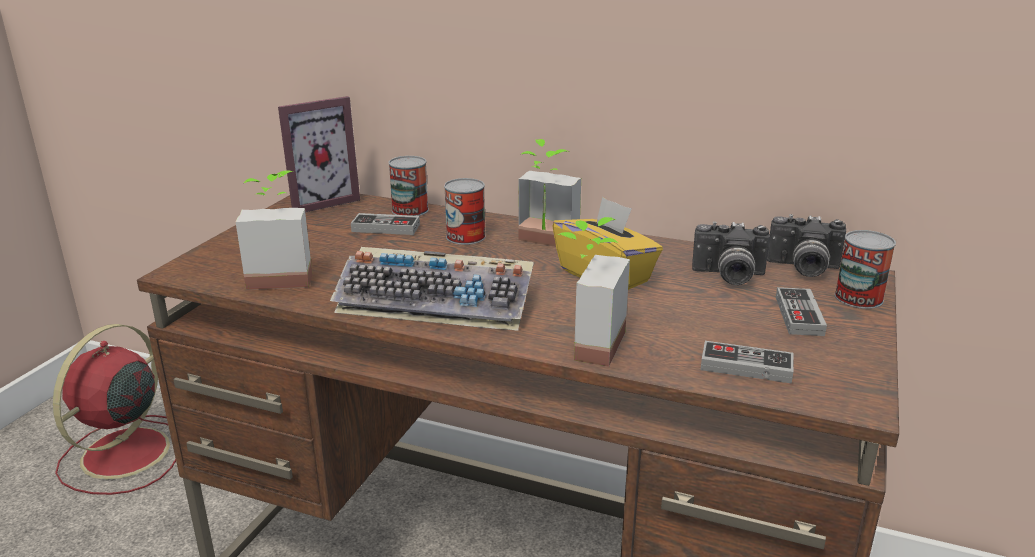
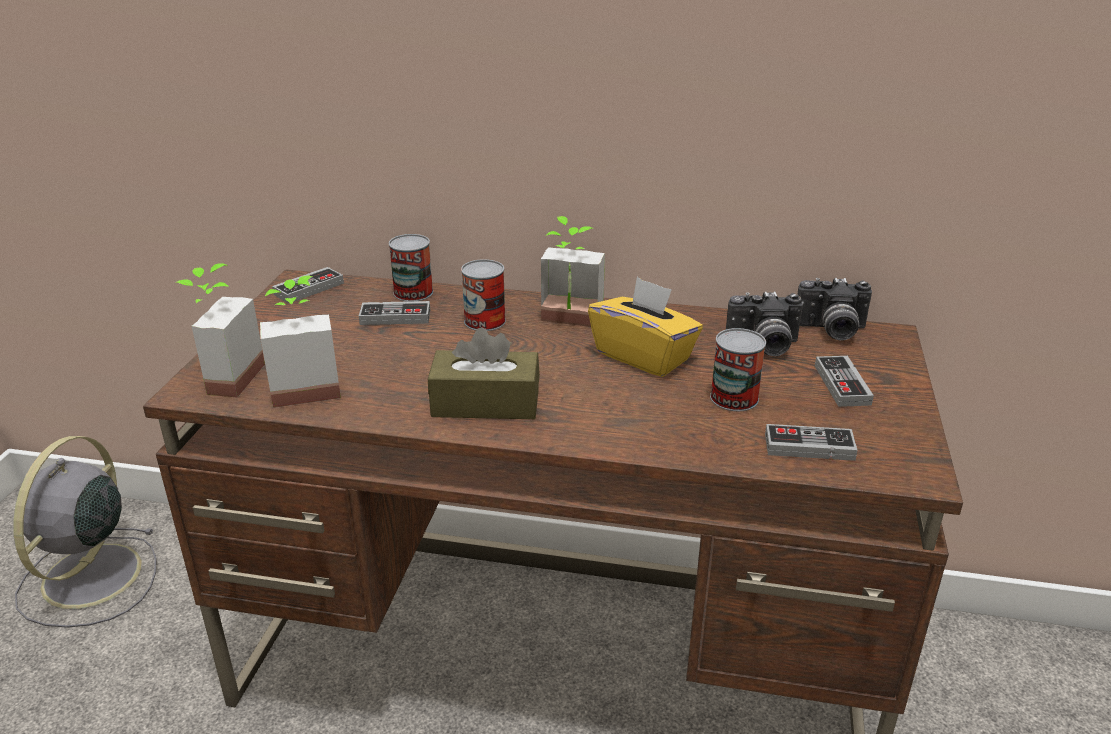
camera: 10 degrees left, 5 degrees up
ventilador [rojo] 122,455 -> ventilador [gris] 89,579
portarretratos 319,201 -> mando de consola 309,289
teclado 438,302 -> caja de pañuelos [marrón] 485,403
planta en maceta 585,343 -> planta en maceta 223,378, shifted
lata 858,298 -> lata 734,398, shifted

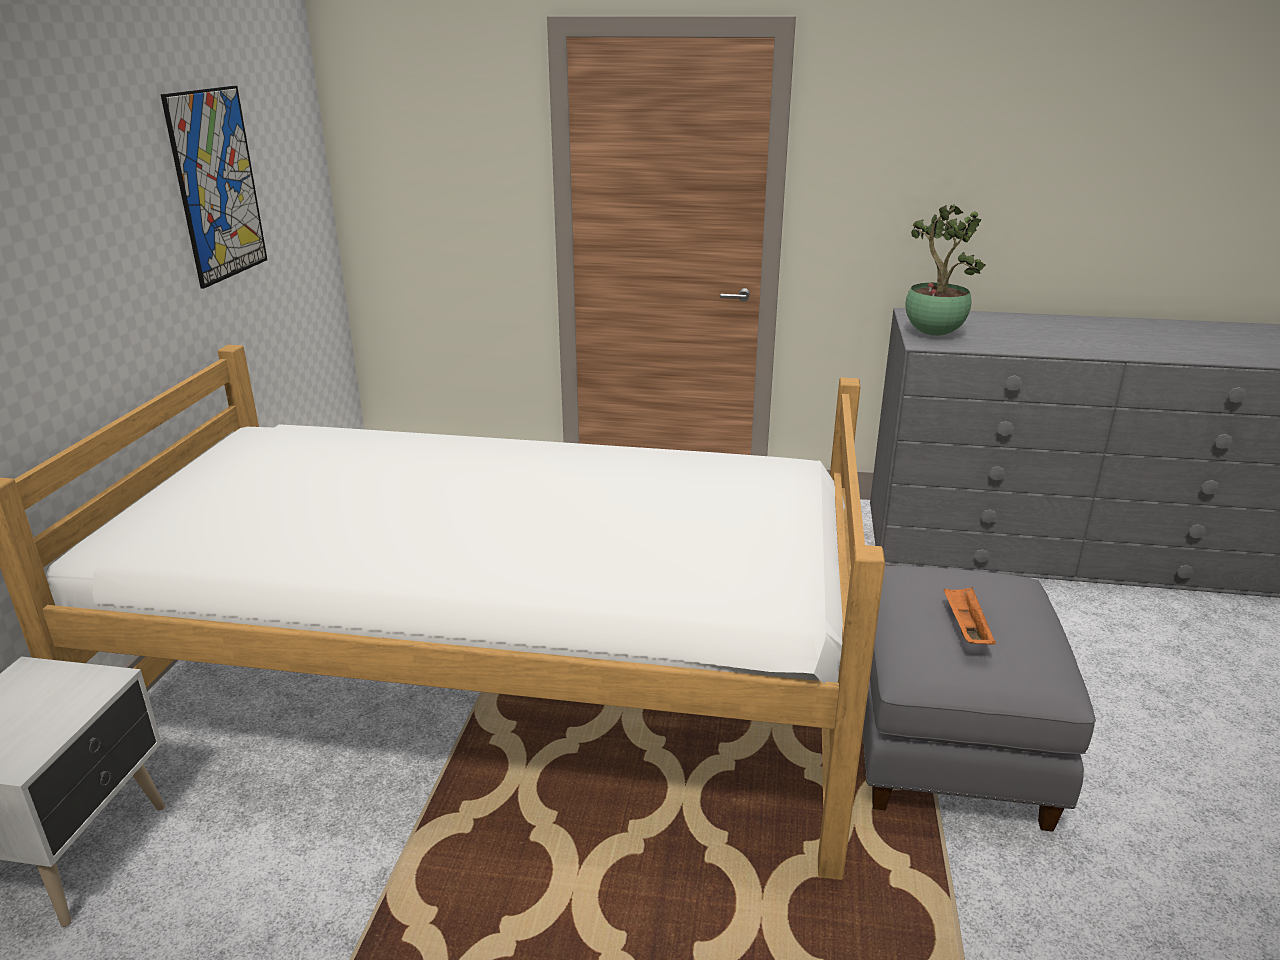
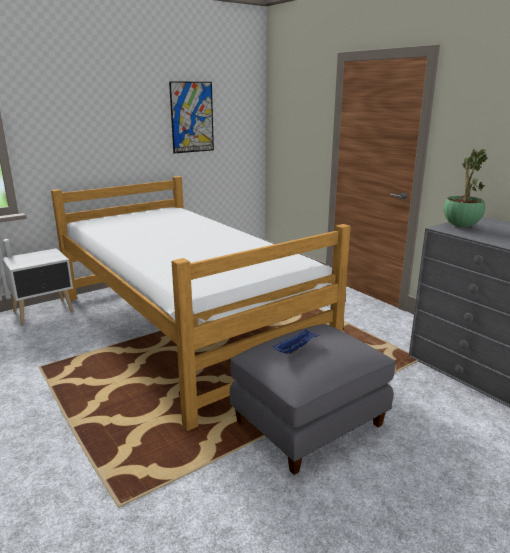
camera: 45 degrees right, 5 degrees down
bandeja [naranja] 965,628 -> bandeja [azul] 295,349

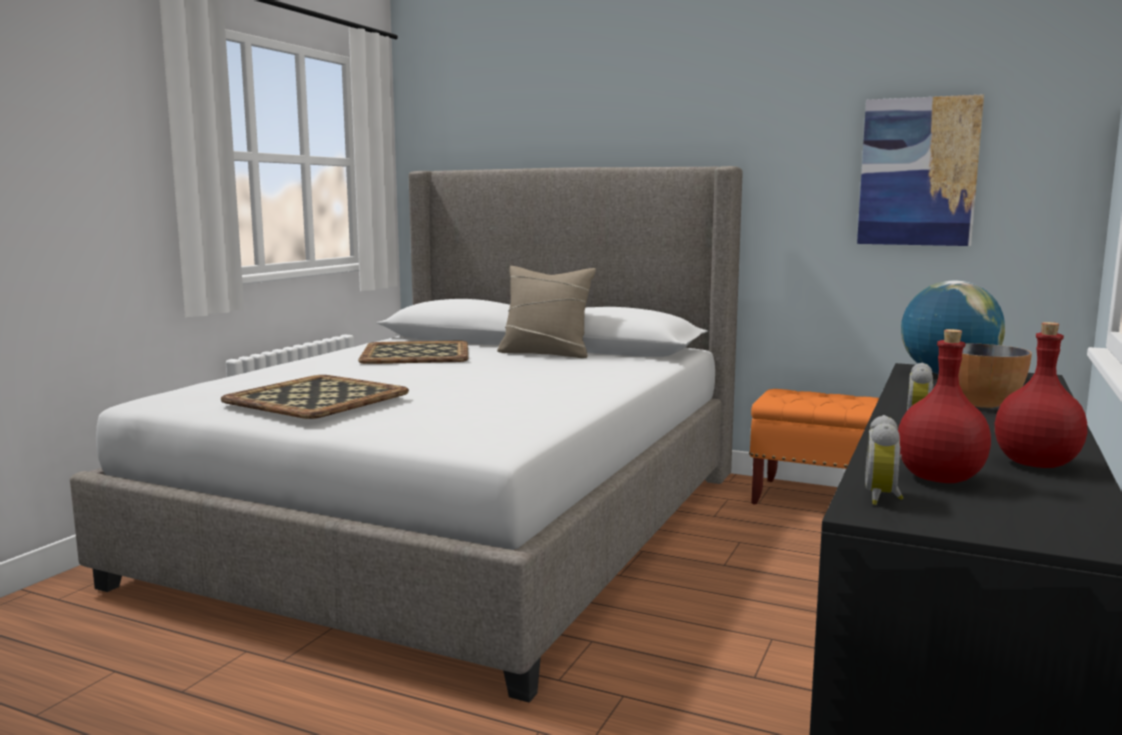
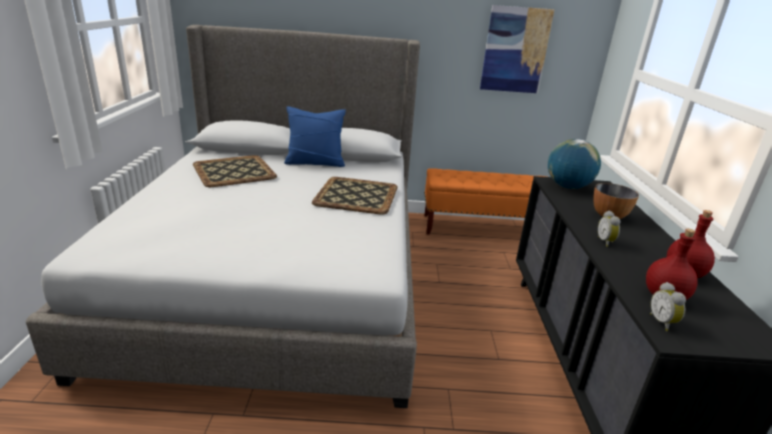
camera: 25 degrees left, 15 degrees up
bandeja 317,397 -> bandeja 356,195, shifted
cojín [beis] 546,353 -> cojín [azul] 315,162

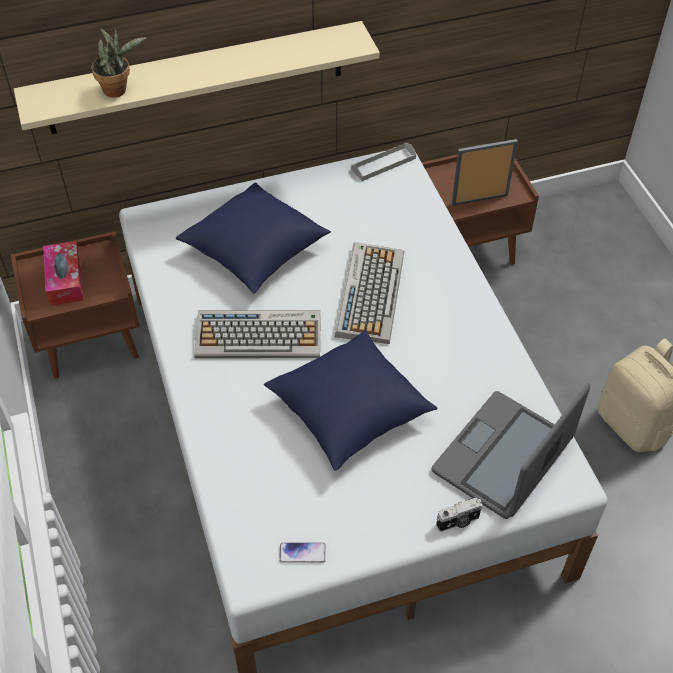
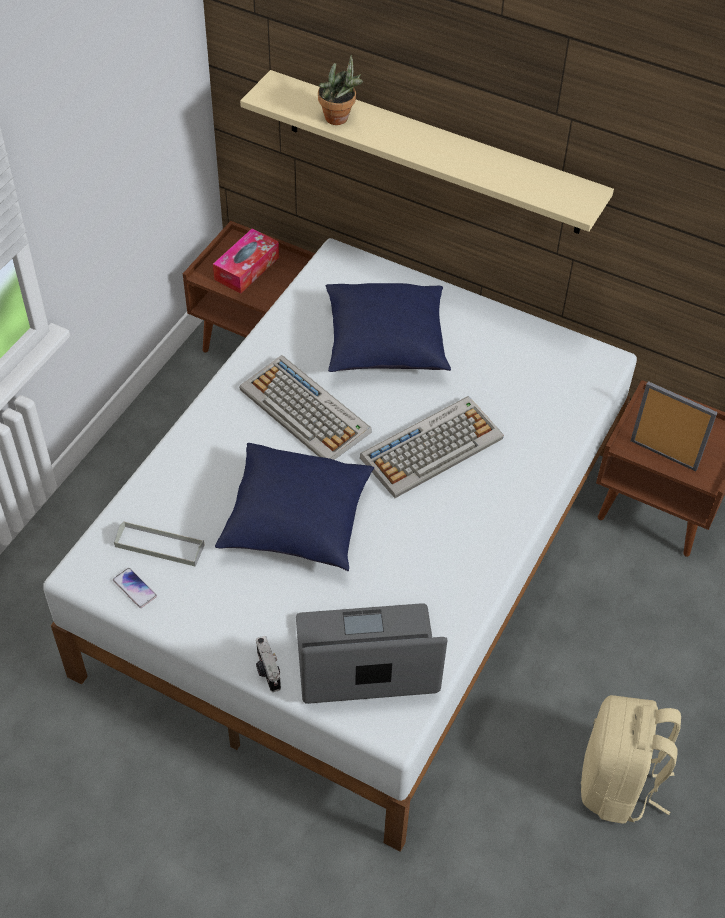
camera: 45 degrees right, 0 degrees up
bandeja [gris] 383,164 -> bandeja [gris] 159,546, shifted
cámara 458,522 -> cámara 267,671, 45 degrees clockwise

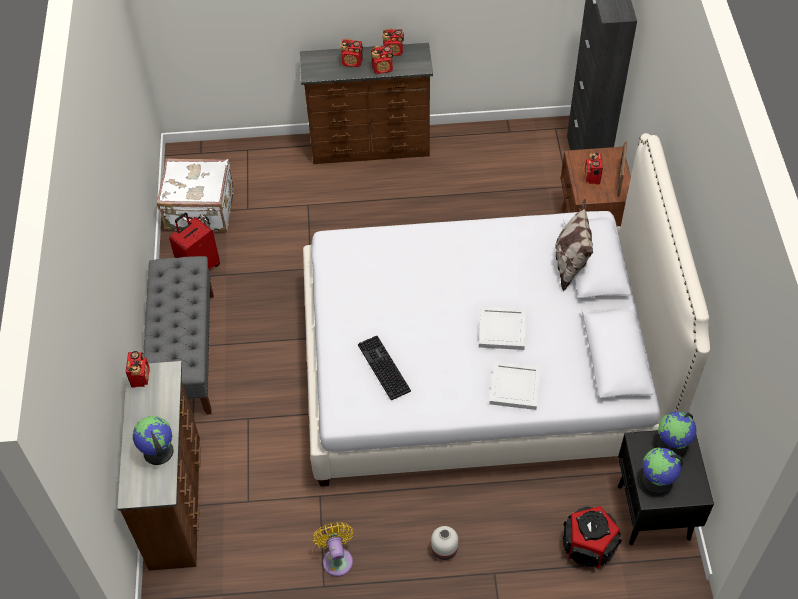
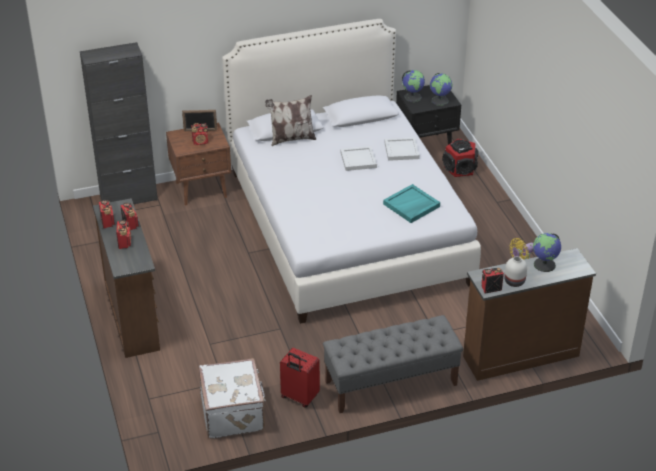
camera: 105 degrees left, 15 degrees down
teclado 382,368 -> bandeja [turquesa] 411,205
florero [blanco] 444,550 -> florero [blanco] 514,281, shifted

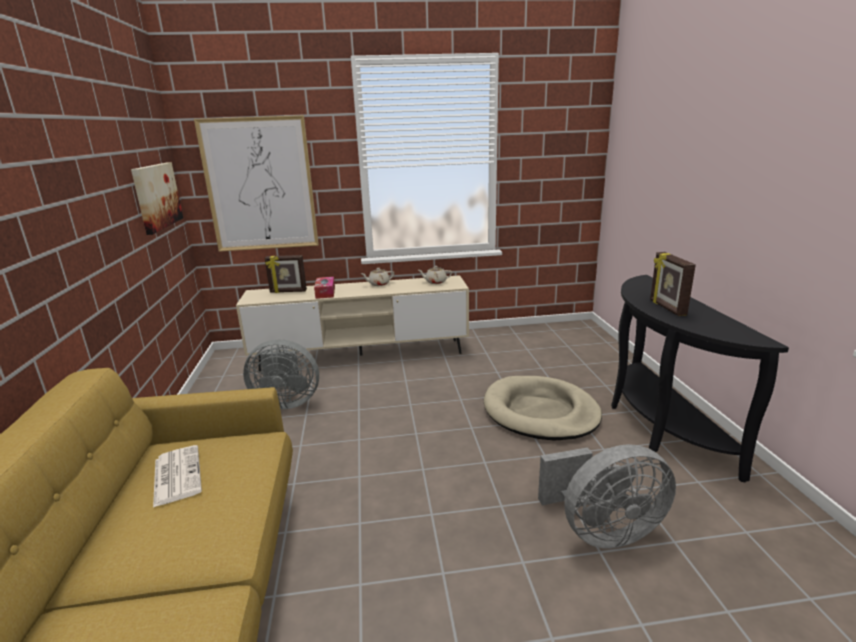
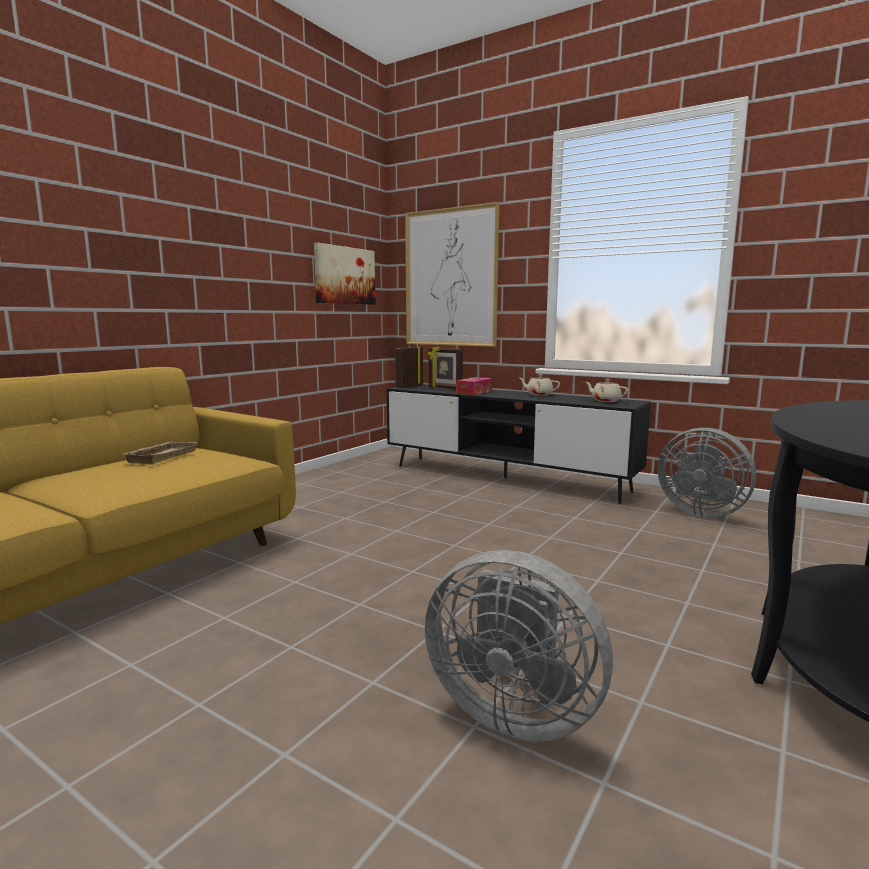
camera: 40 degrees right, 10 degrees down
periódico 176,475 -> bandeja [beis] 161,456
mueble de televisión [beis] 361,355 -> mueble de televisión [negro] 505,478
ventilador [gris] 286,402 -> ventilador [gris] 700,512, shifted
cama para perro [beis] 540,412 -> none
portarretratos 666,308 -> portarretratos 409,386, shifted

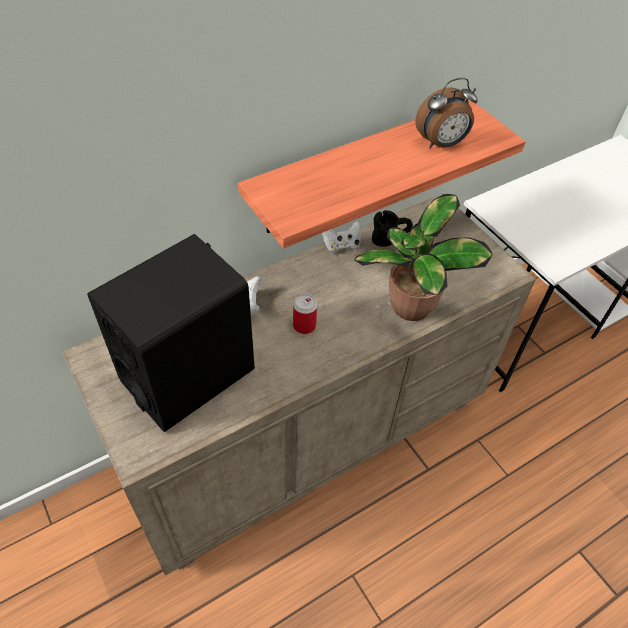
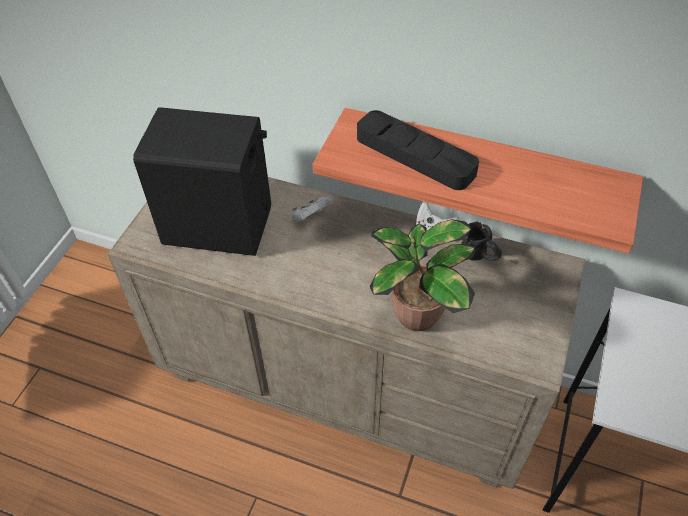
camera: 55 degrees right, 0 degrees up
lata 304,325 -> none
despertador 441,144 -> none
none -> bandeja [negro] 415,155

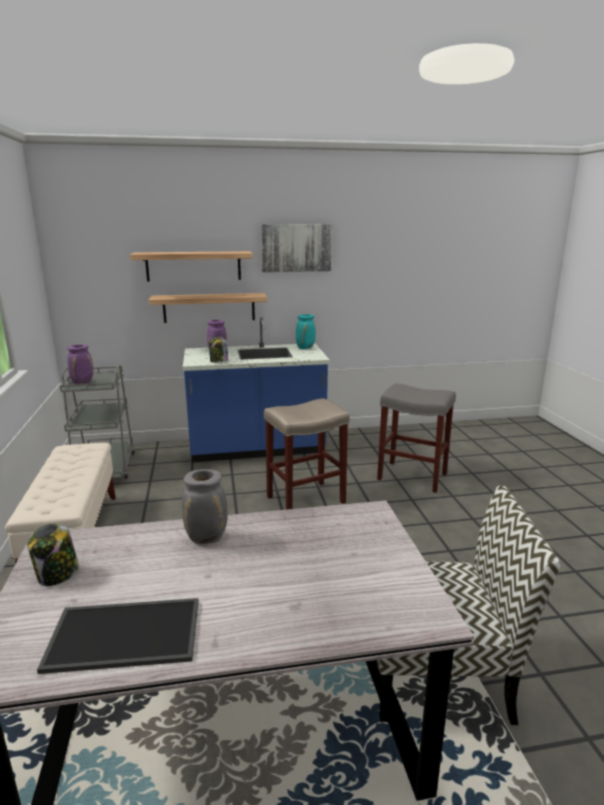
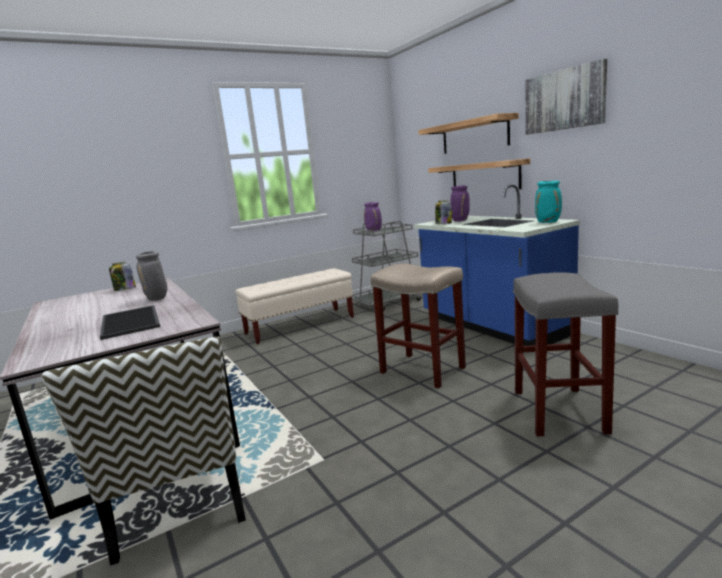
camera: 70 degrees right, 5 degrees down
bandeja 127,633 -> bandeja 132,322, shifted

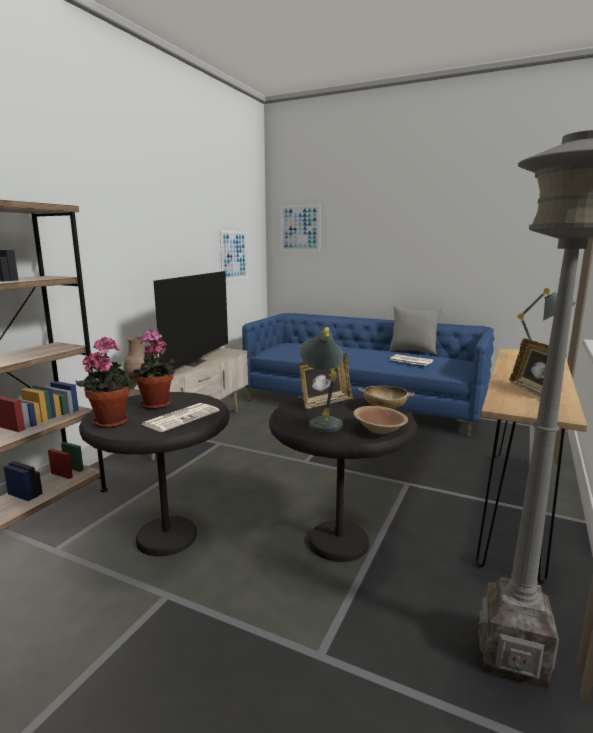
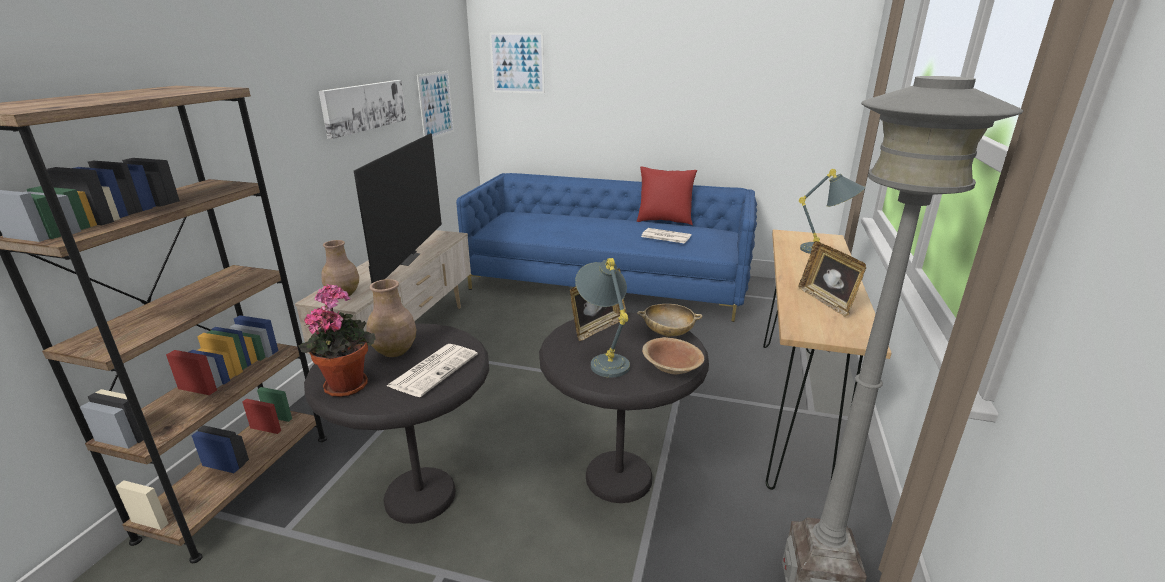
camera: 10 degrees left, 10 degrees up
planta en maceta 157,406 -> florero [marrón] 395,351
cojín [gris] 413,352 -> cojín [rojo] 664,221
none -> cuadro 364,107

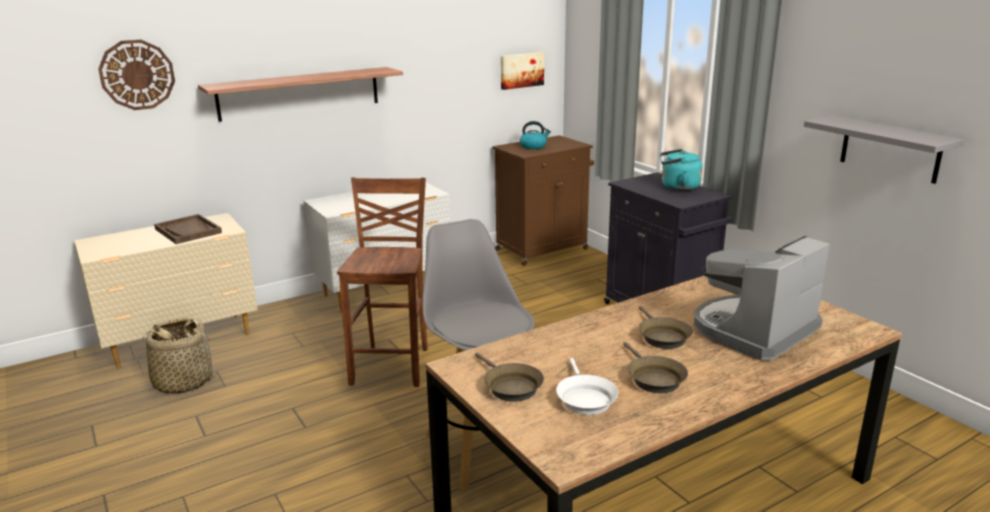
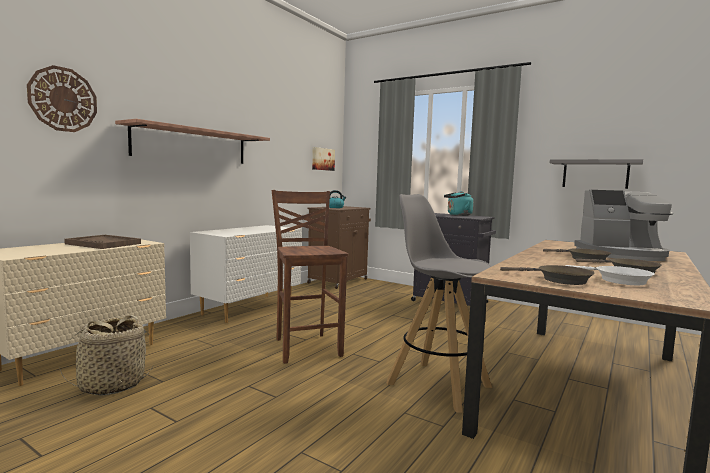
camera: 25 degrees left, 15 degrees down
cafetera 752,330 -> cafetera 621,255, 105 degrees counterclockwise

